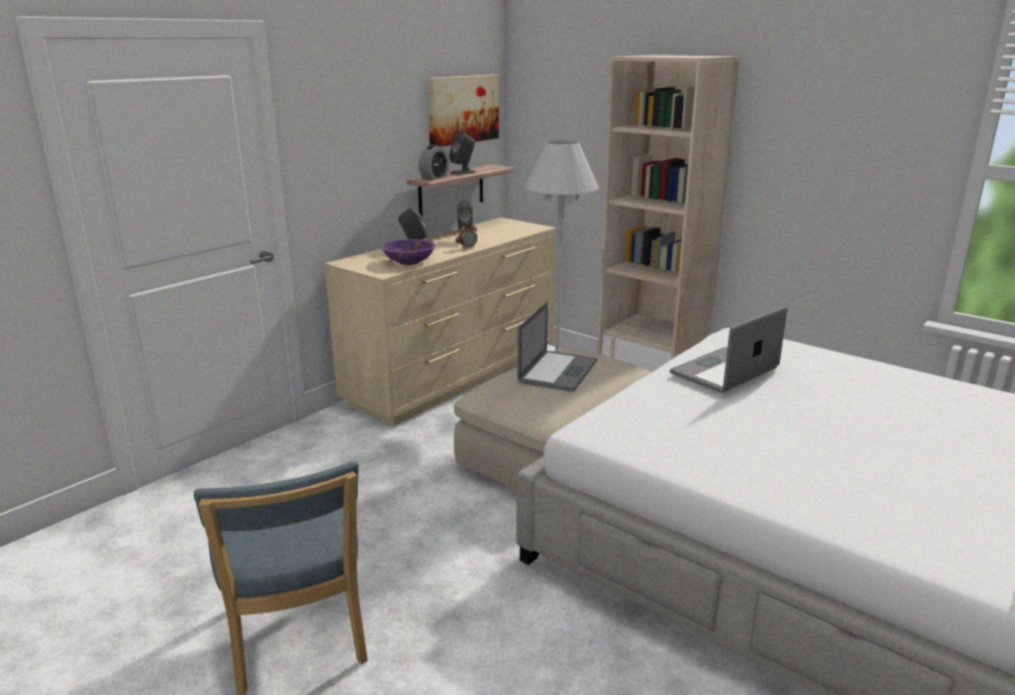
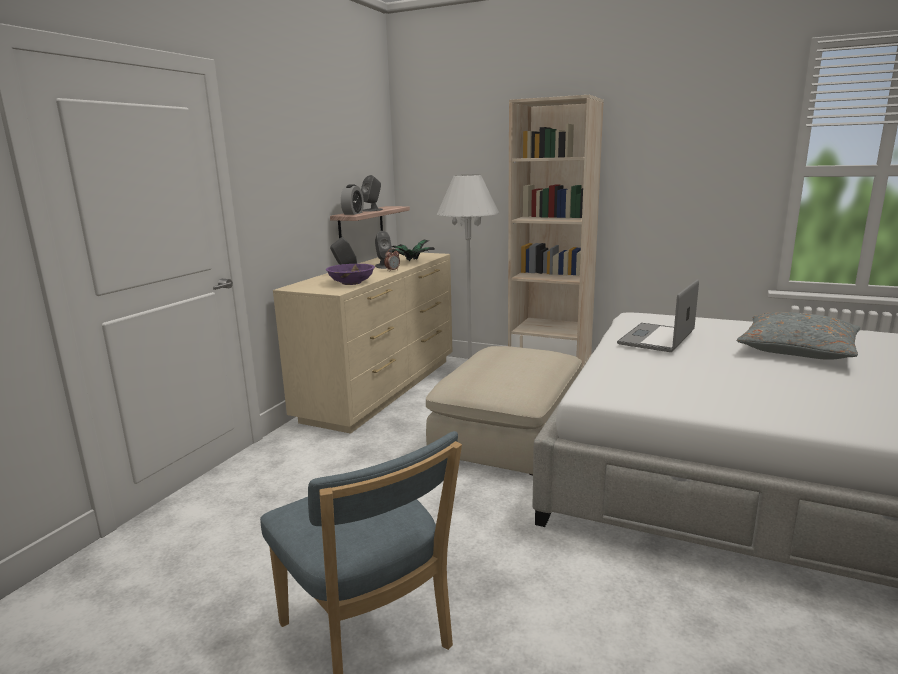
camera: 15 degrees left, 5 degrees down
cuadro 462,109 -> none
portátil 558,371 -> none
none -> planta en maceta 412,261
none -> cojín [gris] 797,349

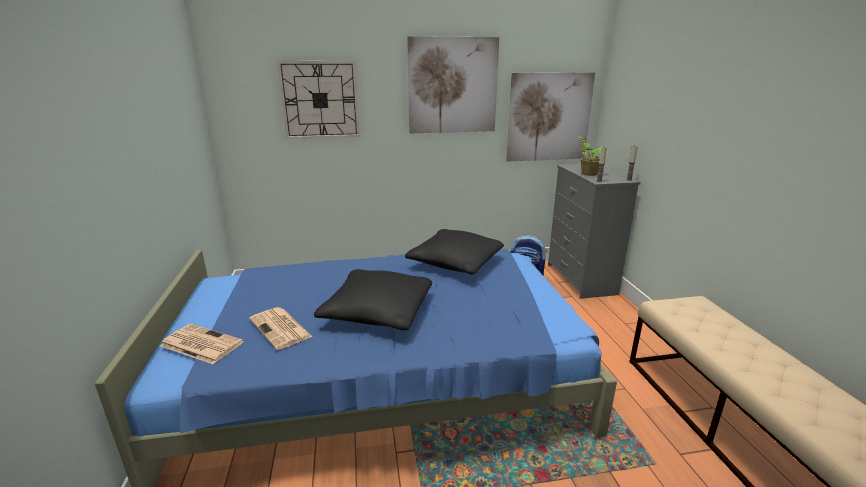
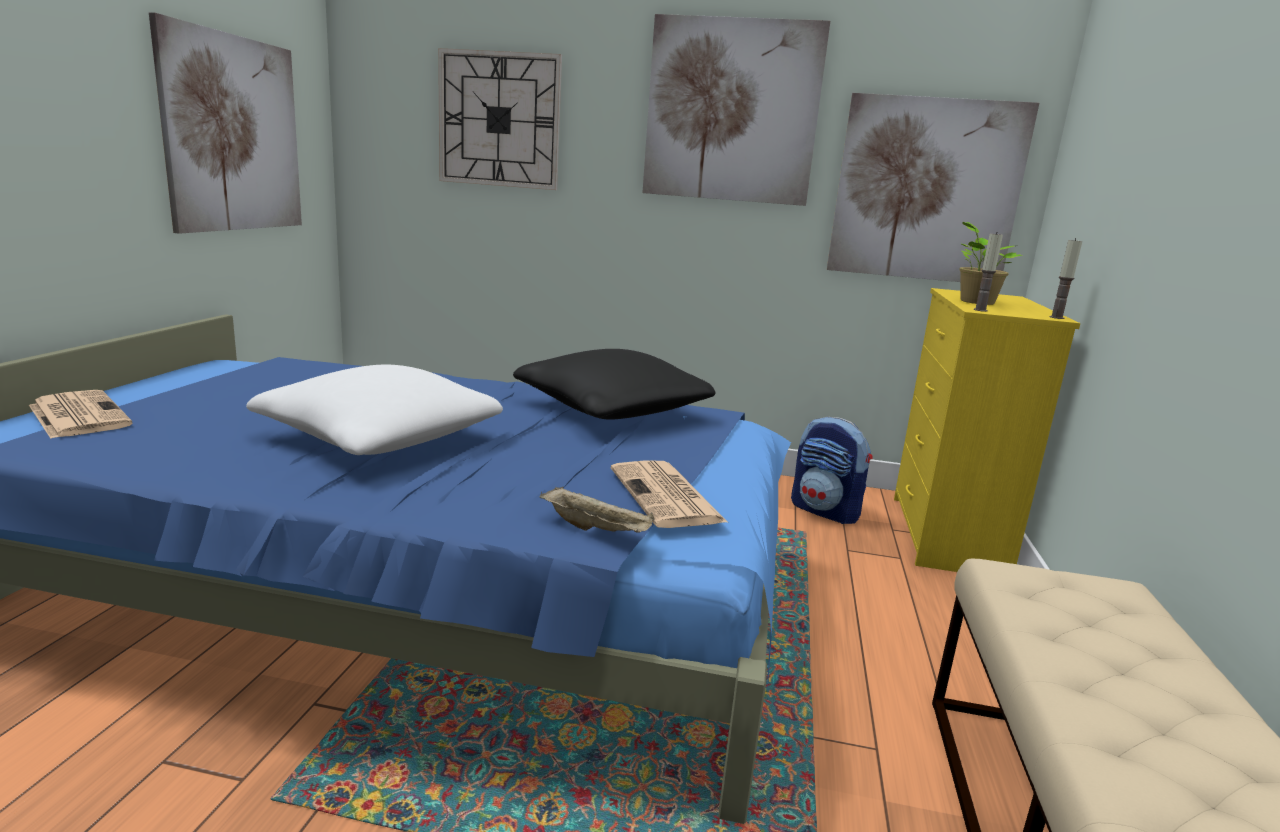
camera: 20 degrees right, 5 degrees down
periódico 281,328 -> periódico 667,496, shifted
cojín [negro] 378,312 -> cojín [blanco] 380,438
cómoda [gris] 580,279 -> cómoda [amarillo] 945,535
none -> cuadro 233,134
none -> bandeja [beis] 597,529

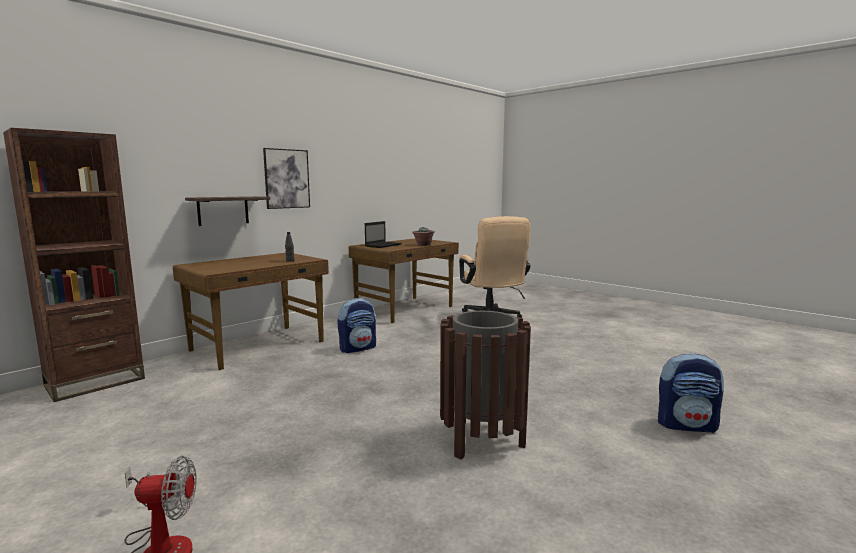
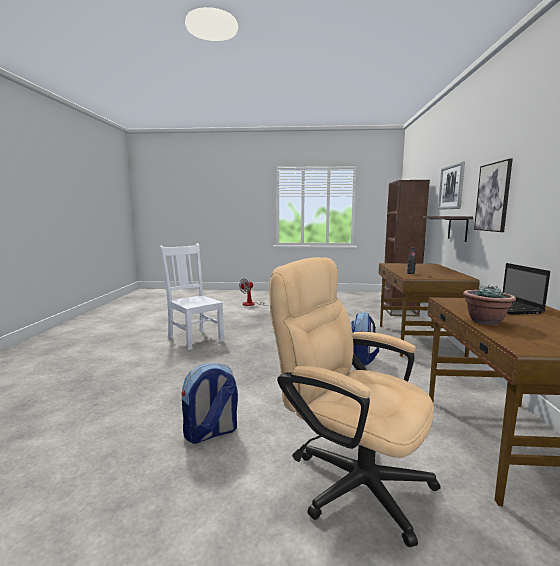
camera: 140 degrees right, 0 degrees up
papelera [marrón] 482,439 -> silla [blanco] 194,338
mochila 687,425 -> mochila 211,433, shifted
none -> cuadro 451,187

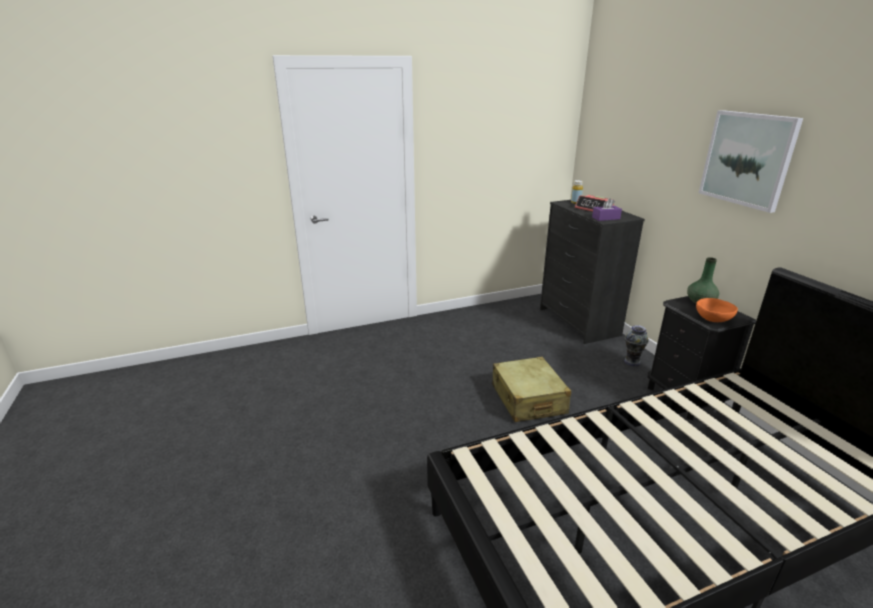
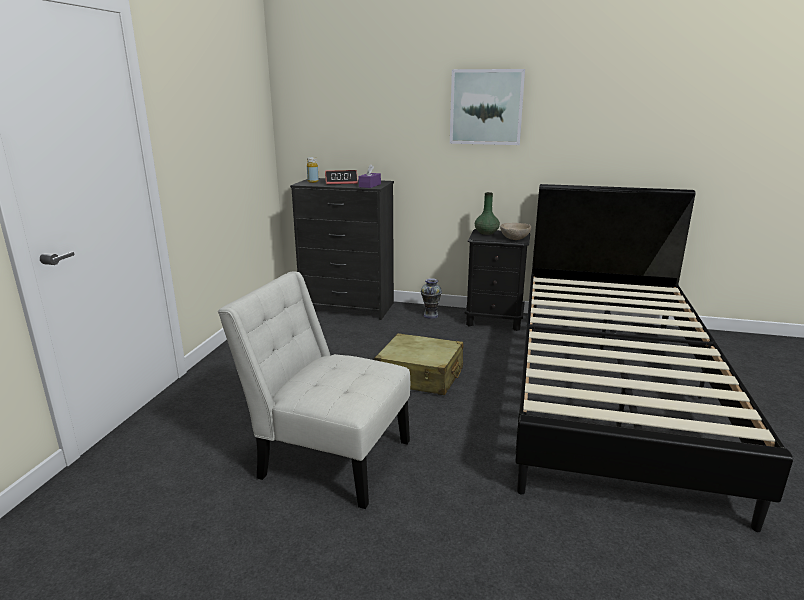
camera: 55 degrees left, 5 degrees down
cuenco [naranja] 713,319 -> cuenco [beis] 514,238
none -> silla [blanco] 328,456

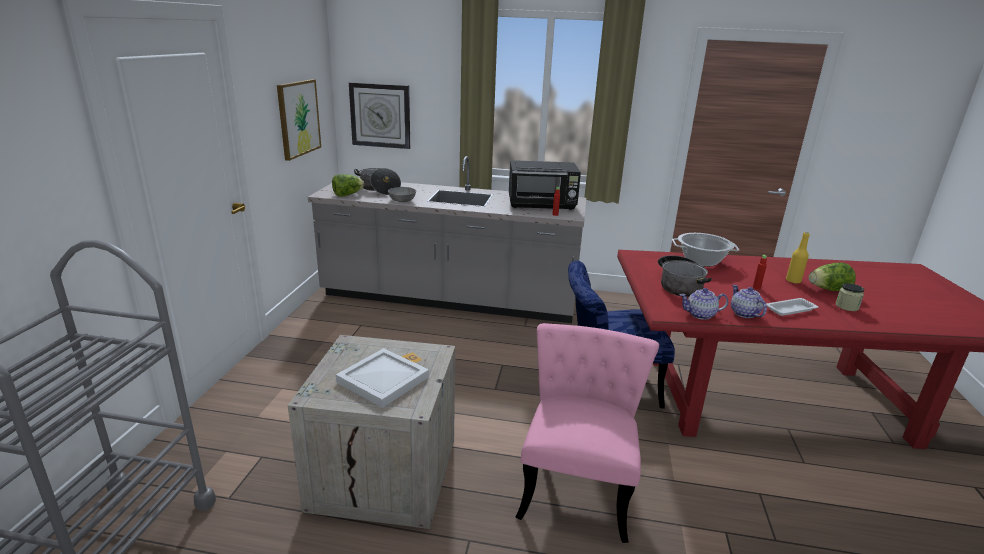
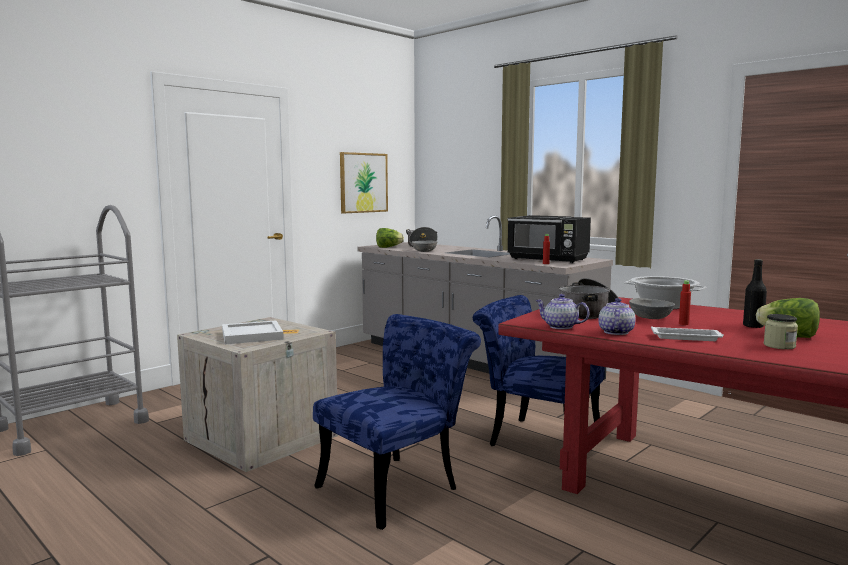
camera: 35 degrees right, 15 degrees down
reloj de pared 380,115 -> none
silla [rosa] 577,484 -> silla [azul] 398,486
botella [amarillo] 793,281 -> botella [negro] 753,326
none -> cuenco [gris] 650,318

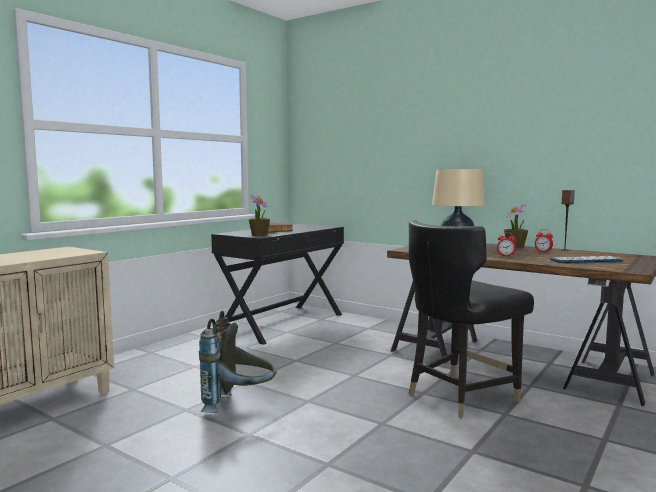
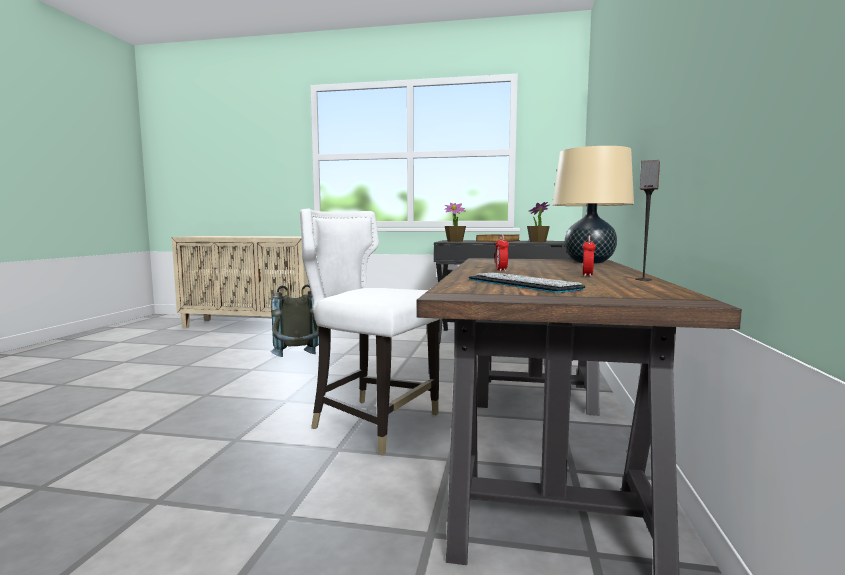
camera: 65 degrees right, 0 degrees up
silla [negro] 460,396 -> silla [blanco] 375,423
planta en maceta 515,247 -> planta en maceta 537,241, shifted

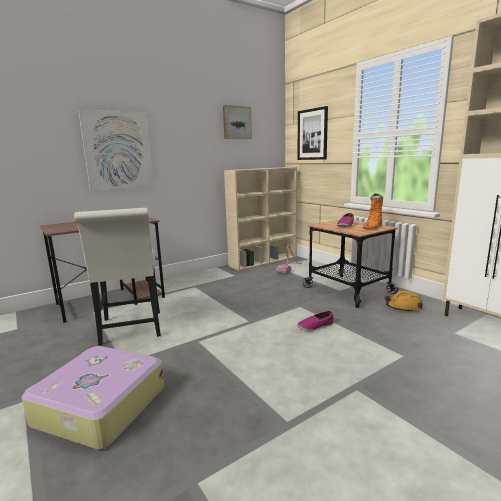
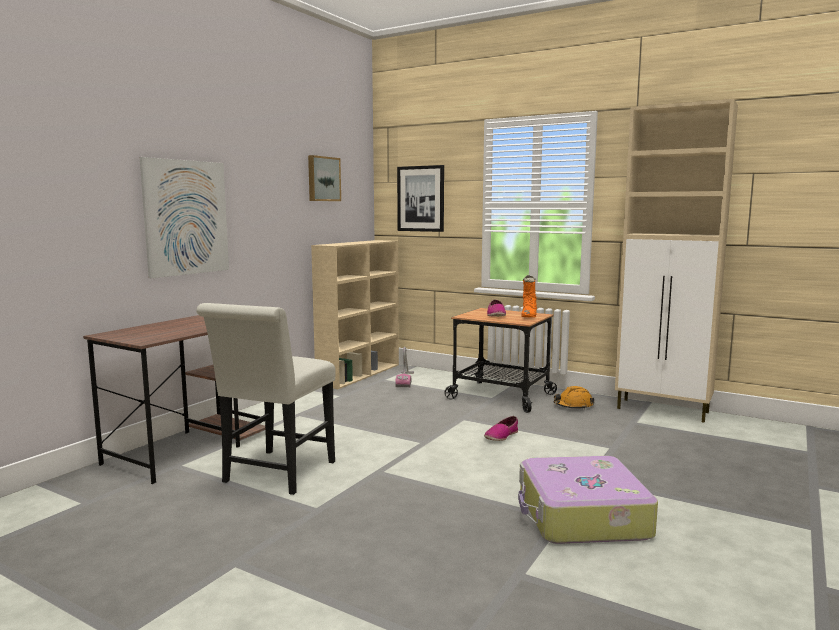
camera: 25 degrees left, 5 degrees down
maleta 99,406 -> maleta 581,516, shifted
silla [blanco] 131,330 -> silla [blanco] 275,475, 60 degrees clockwise

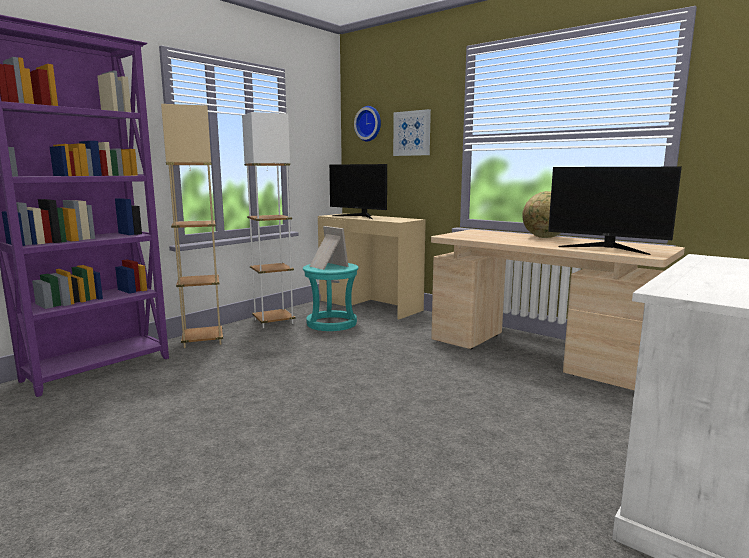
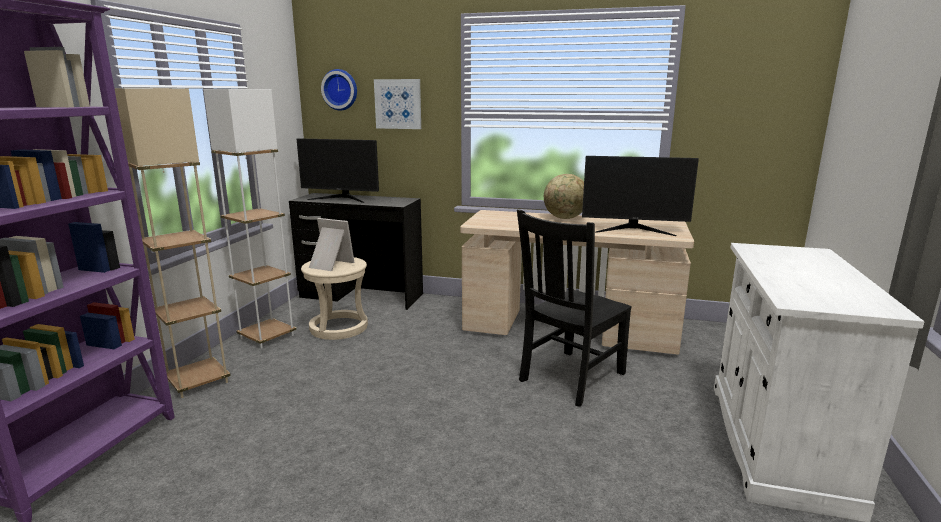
camera: 25 degrees left, 5 degrees up
taburete [turquesa] 331,323 -> taburete [beis] 338,327
escritorio [beis] 370,305 -> escritorio [negro] 361,296
none -> silla [negro] 570,378

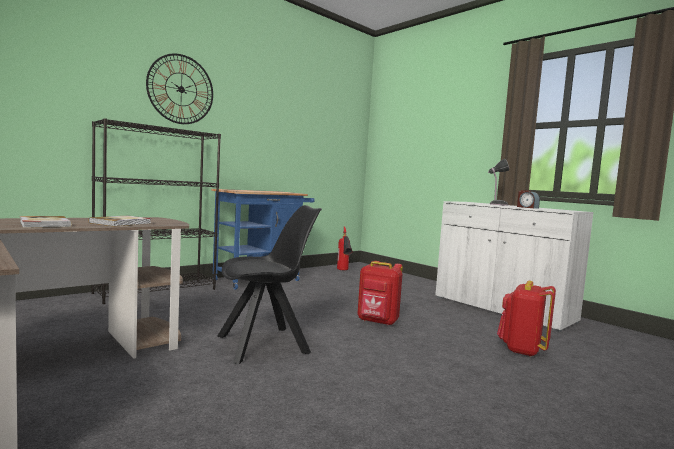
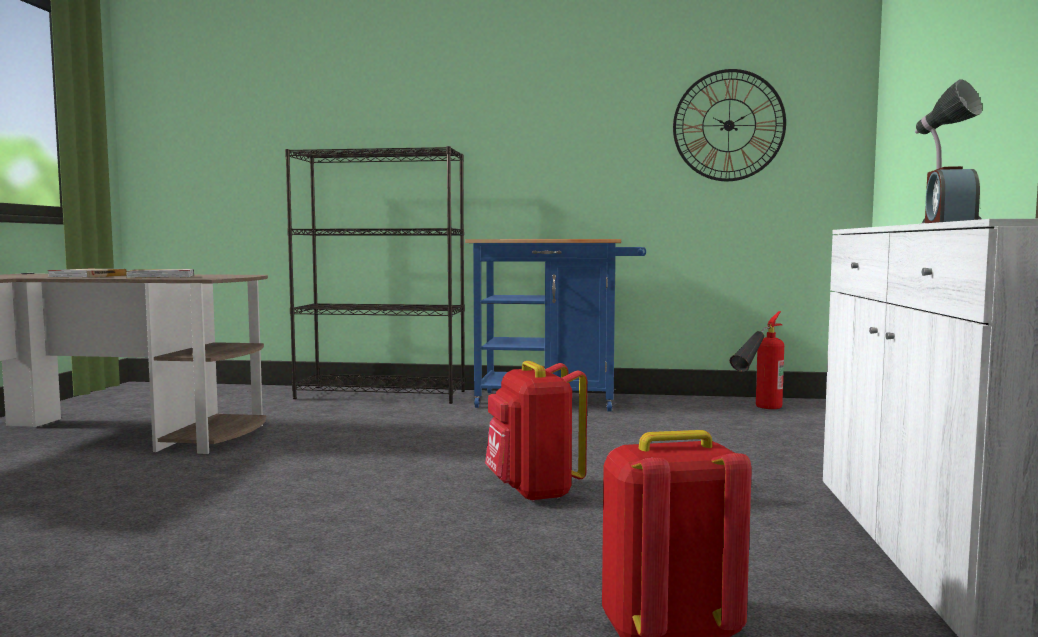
camera: 50 degrees right, 0 degrees up
reloj de pared 181,89 -> reloj de pared 728,125, shifted
silla [negro] 265,344 -> none

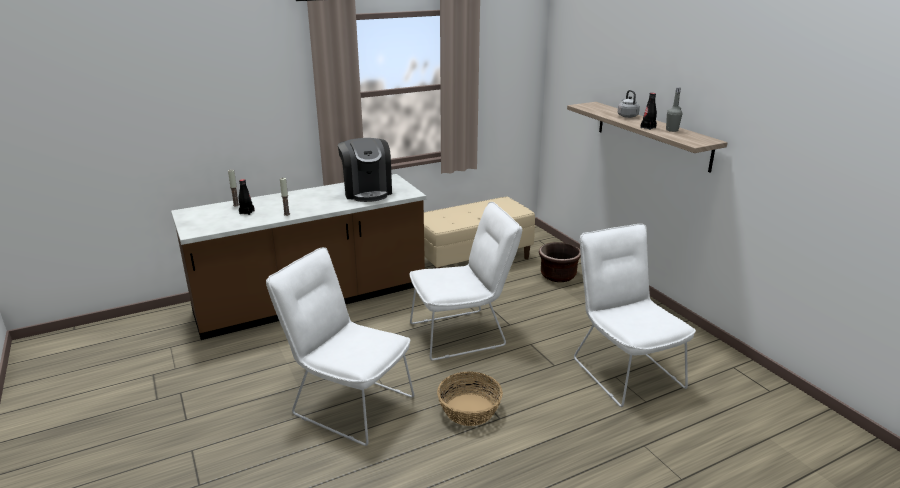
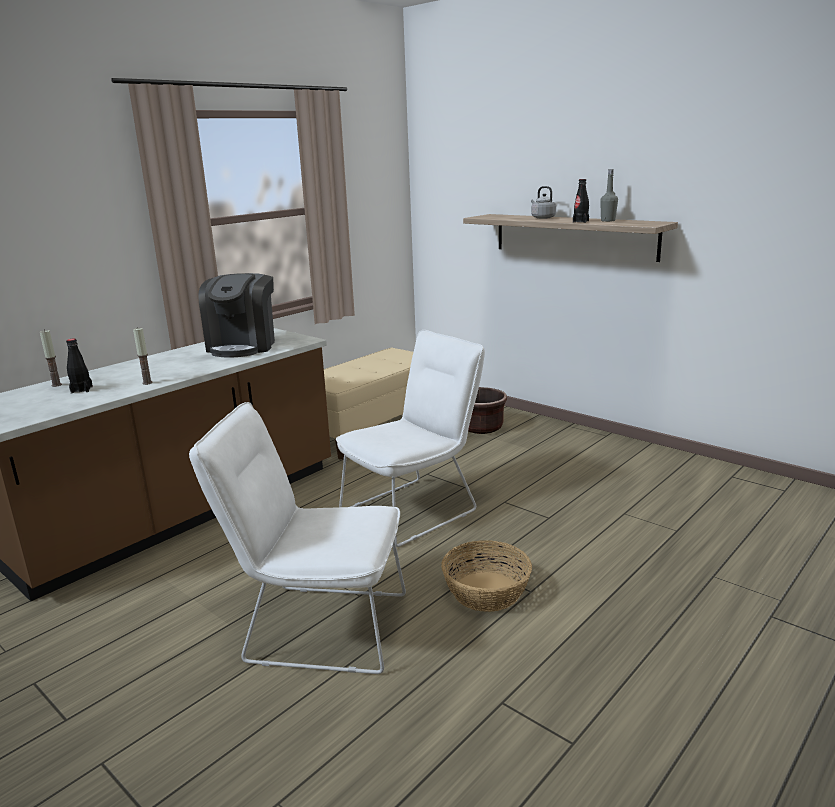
camera: 20 degrees left, 5 degrees down
cafetera 367,191 -> cafetera 243,346, 45 degrees clockwise
silla [blanco] 623,369 -> none

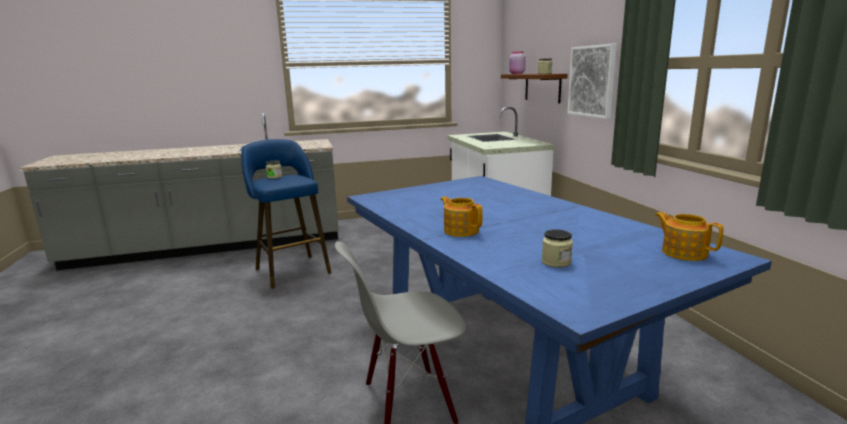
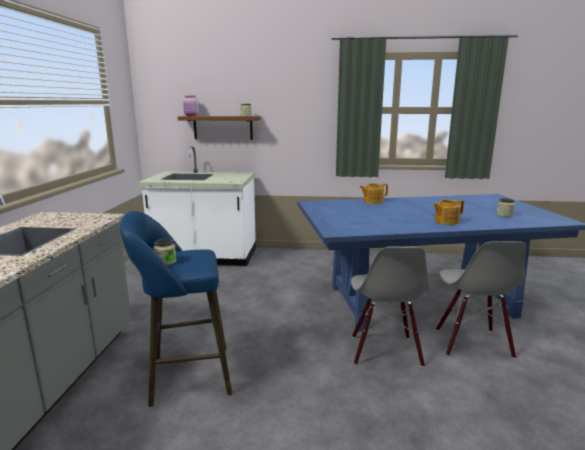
camera: 70 degrees left, 0 degrees up
cuadro 592,81 -> none
tetera 683,252 -> tetera 372,201, shifted
none -> silla [gris] 384,351

